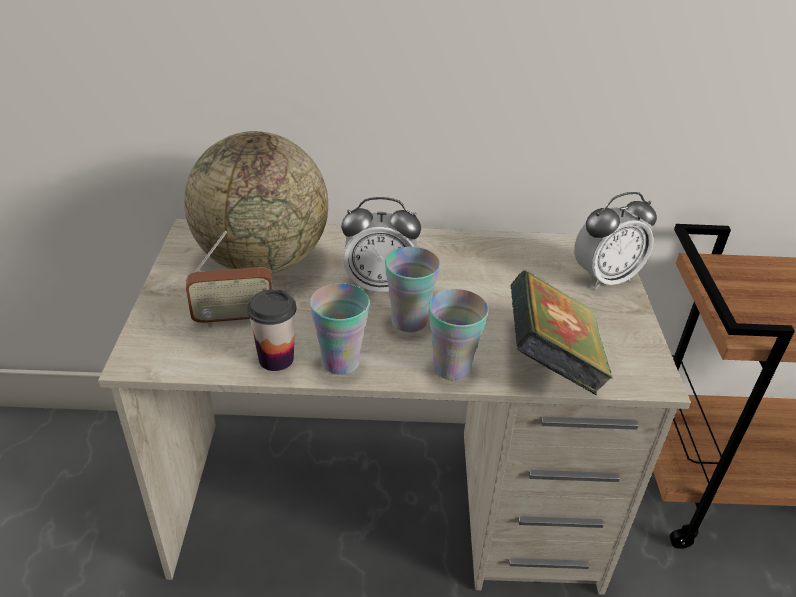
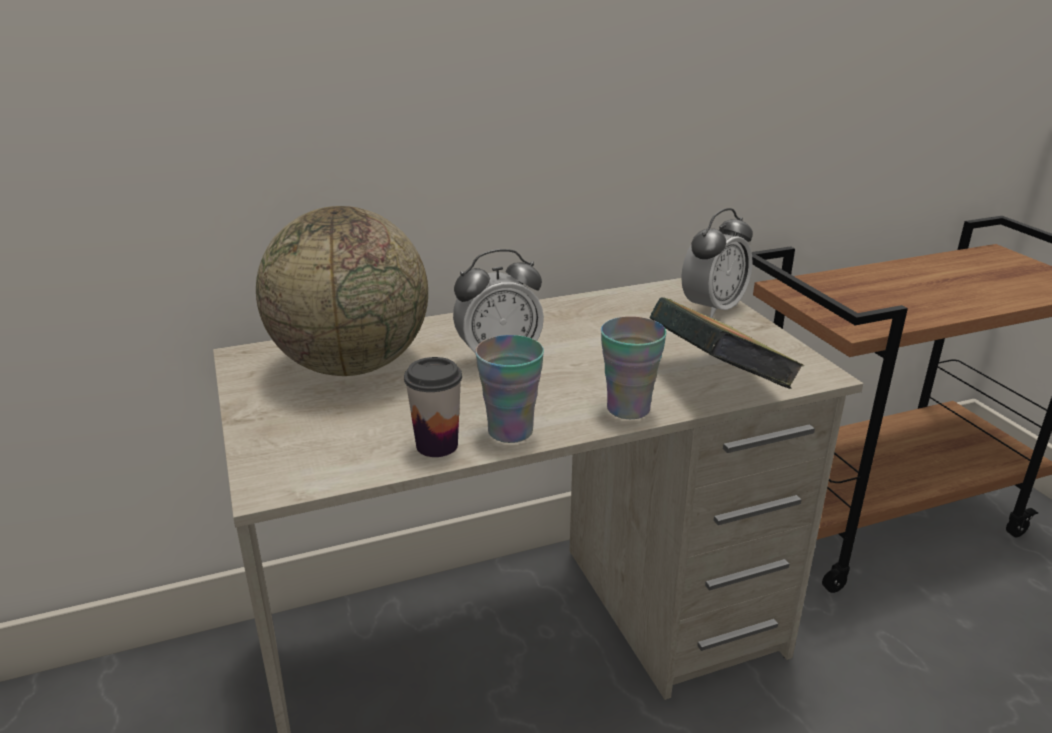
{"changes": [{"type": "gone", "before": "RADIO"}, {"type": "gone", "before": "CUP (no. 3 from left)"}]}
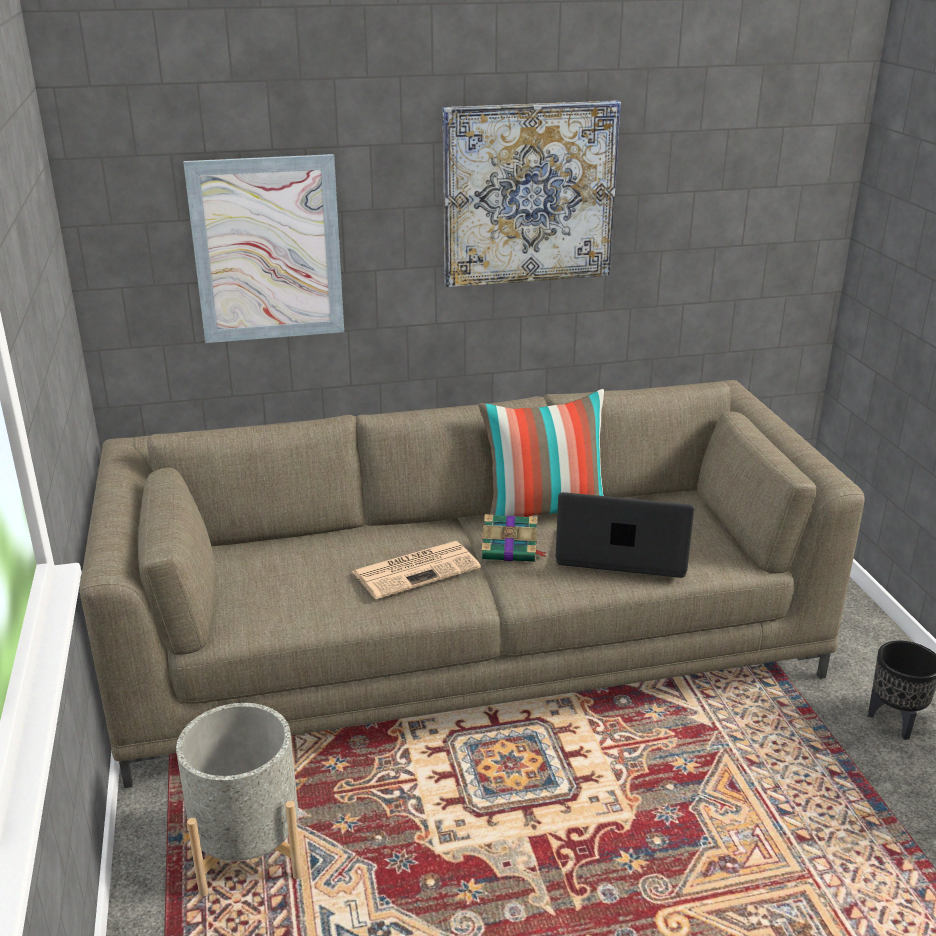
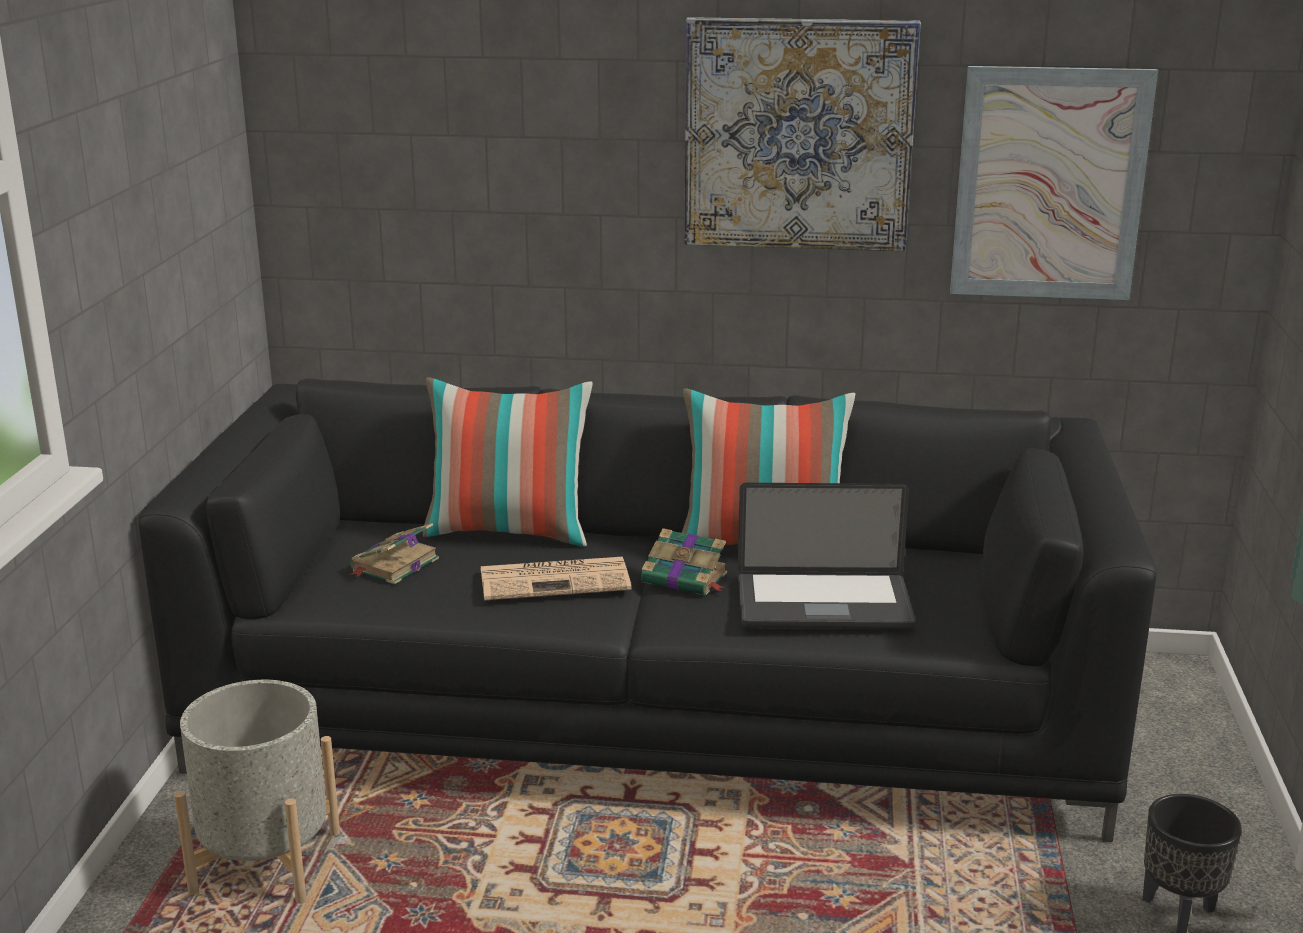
{"changes": [{"type": "repainted", "before": "BEIGE SOFA", "after": "BLACK SOFA"}, {"type": "shifted", "before": "PICTURE (no. 1 from left in the first image)", "after": "PICTURE (no. 2 from left)"}, {"type": "rotated", "before": "LAPTOP", "turn": 150}, {"type": "new", "after": "BOOK (no. 1 from left)"}, {"type": "new", "after": "PILLOW (no. 1 from left)"}]}
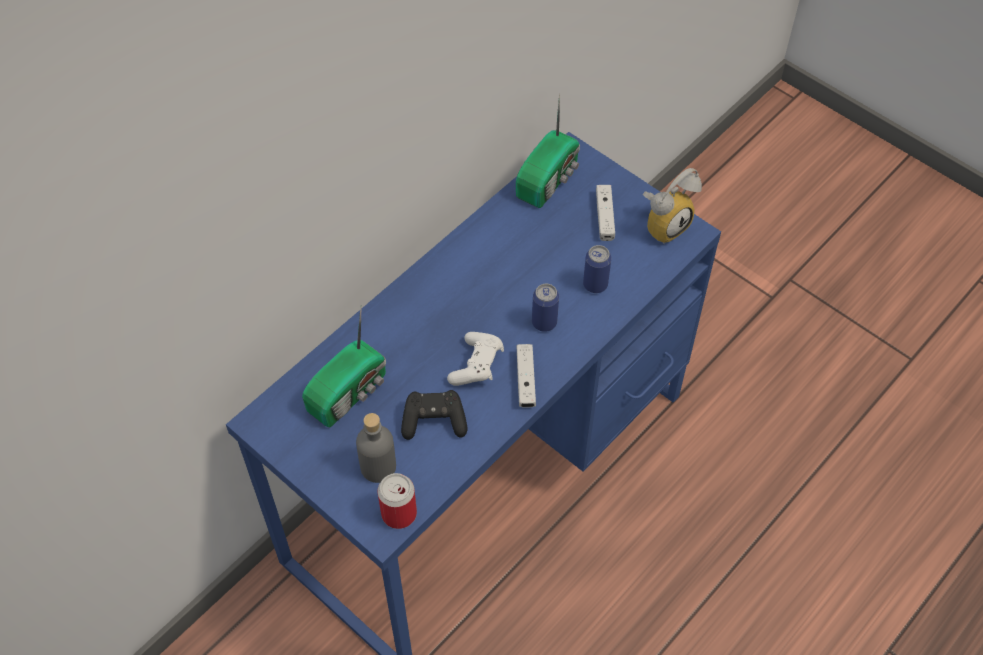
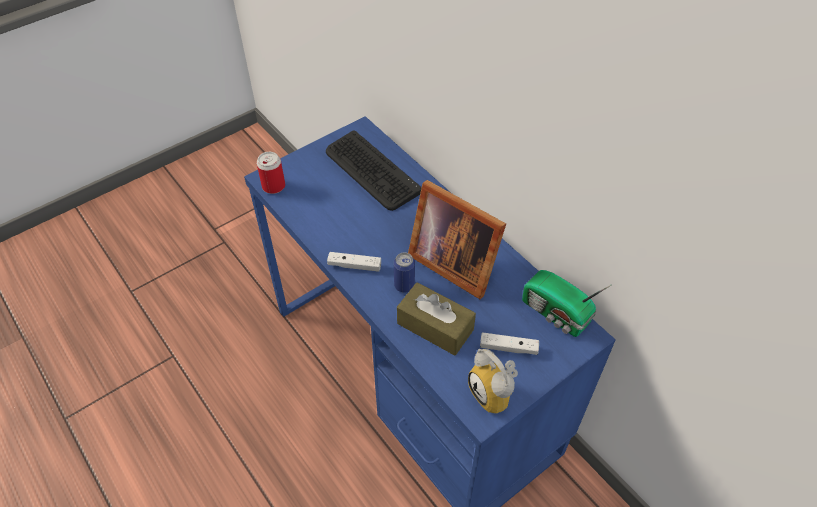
{"changes": [{"type": "swapped", "before": "RADIO (no. 1 from left)", "after": "KEYBOARD"}, {"type": "gone", "before": "GREY BOTTLE"}, {"type": "gone", "before": "BLACK GAME CONTROLLER"}, {"type": "gone", "before": "WHITE GAME CONTROLLER (no. 1 from left)"}, {"type": "swapped", "before": "CAN (no. 3 from left)", "after": "BROWN TISSUE BOX"}, {"type": "new", "after": "PICTURE FRAME"}]}
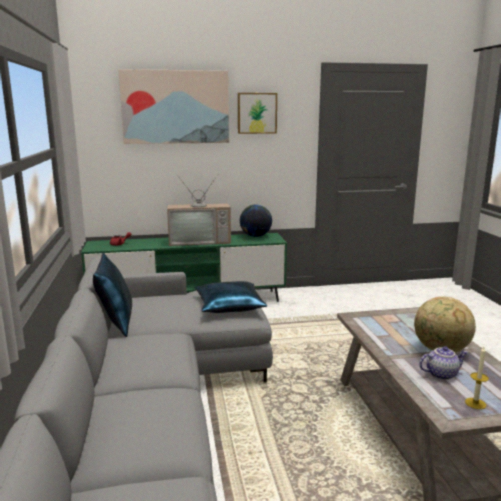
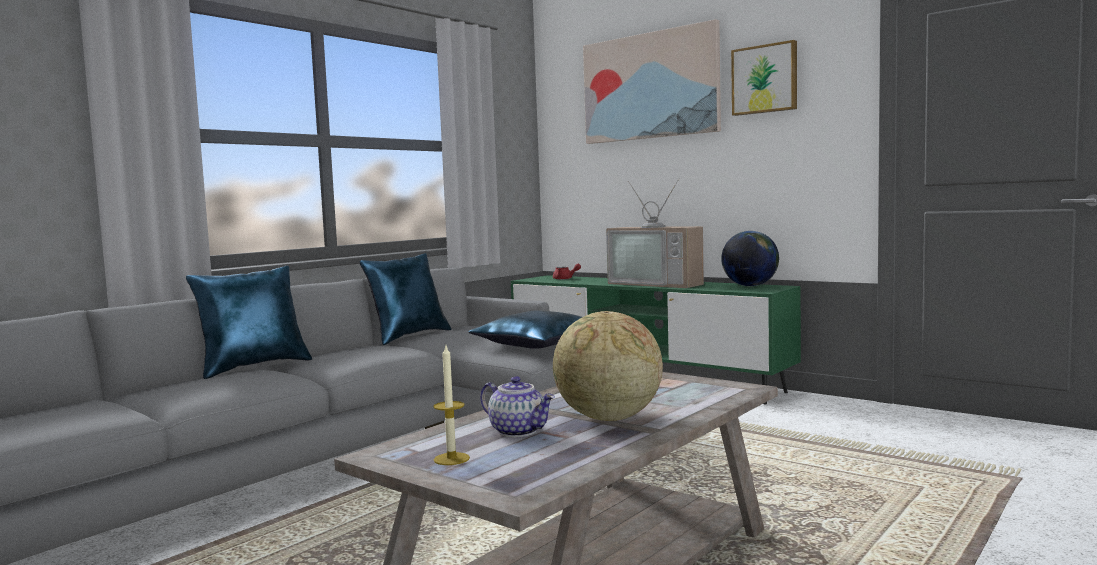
{"changes": [{"type": "new", "after": "BLUE PILLOW (no. 1 from left)"}]}
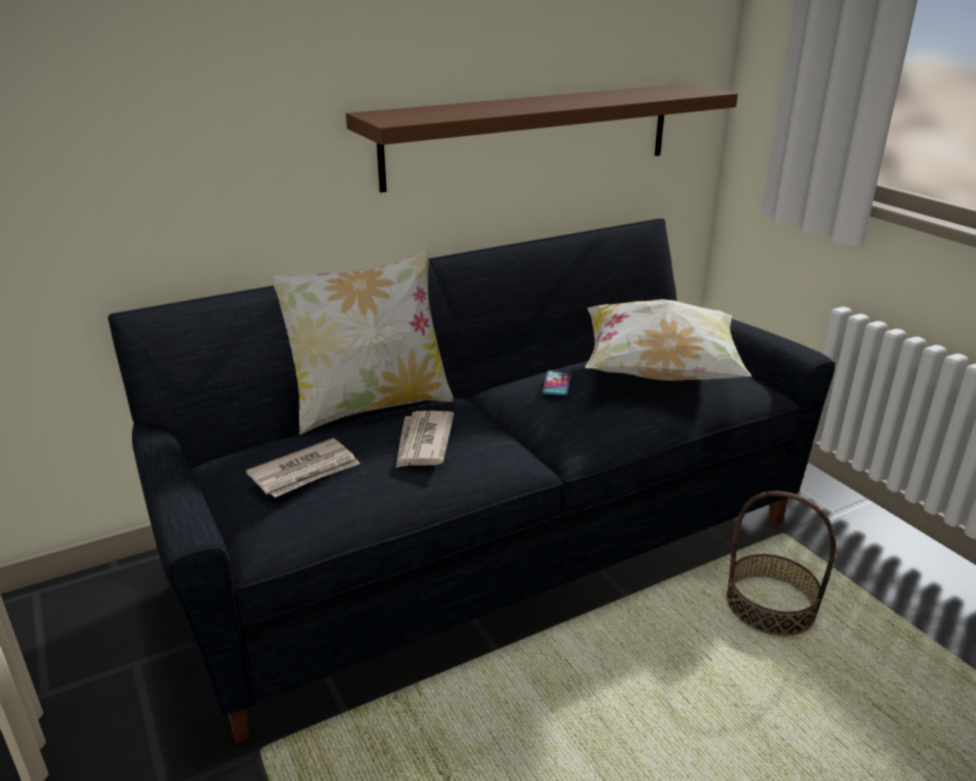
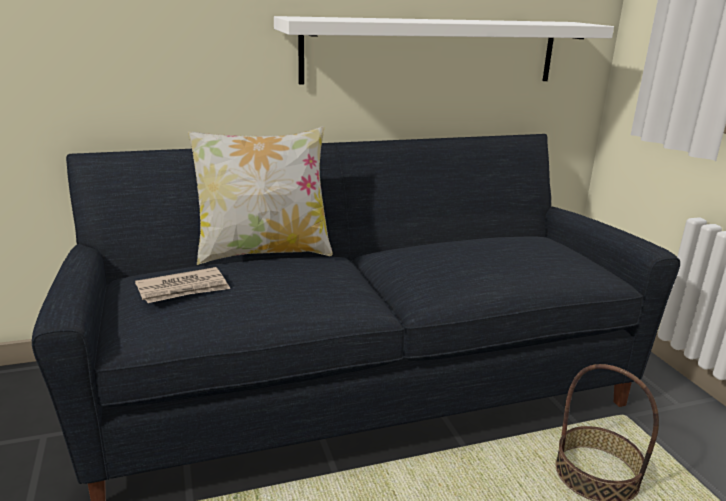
{"changes": [{"type": "repainted", "before": "BROWN SHELF", "after": "WHITE SHELF"}, {"type": "gone", "before": "NEWSPAPER (no. 2 from left)"}, {"type": "gone", "before": "PHONE"}, {"type": "gone", "before": "PILLOW (no. 2 from left)"}]}
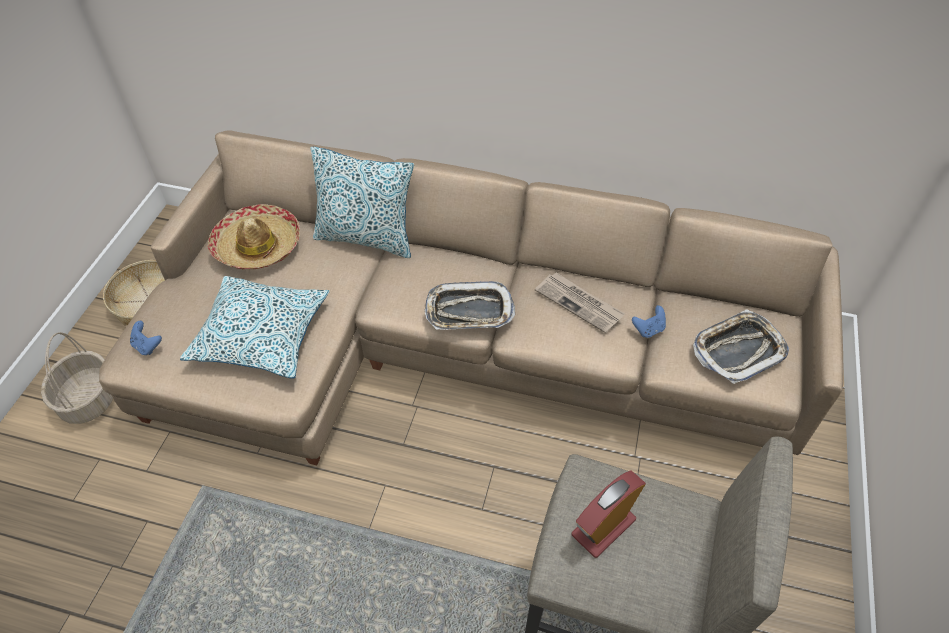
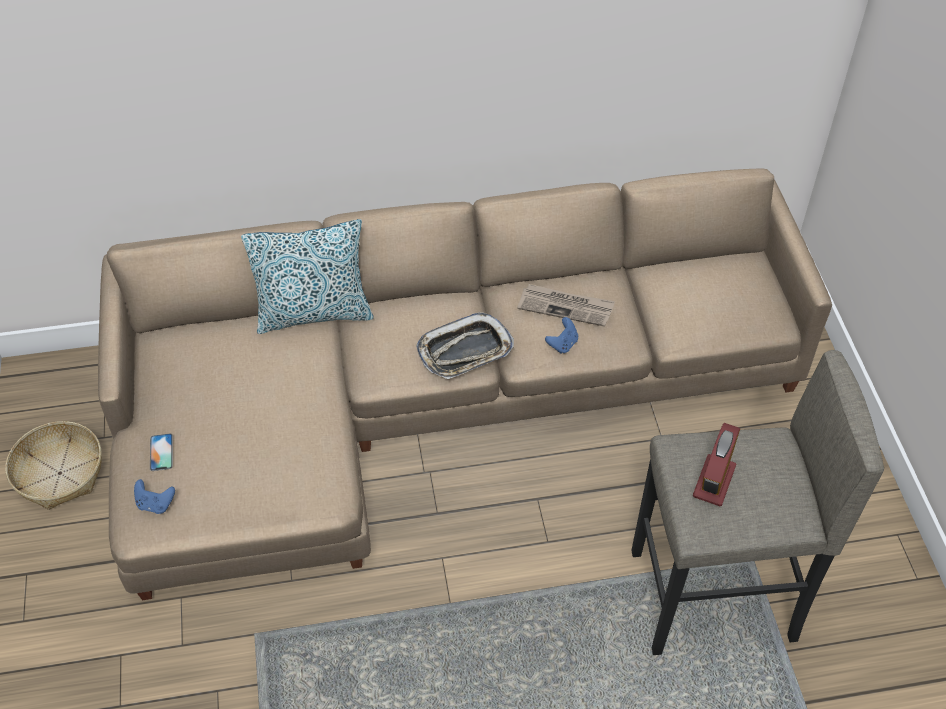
{"changes": [{"type": "gone", "before": "BASKET (no. 1 from left)"}, {"type": "gone", "before": "PILLOW (no. 1 from left)"}, {"type": "gone", "before": "HAT"}, {"type": "shifted", "before": "BLUE GAME CONTROLLER (no. 2 from left)"}, {"type": "gone", "before": "TRAY (no. 2 from left)"}, {"type": "new", "after": "PHONE"}]}
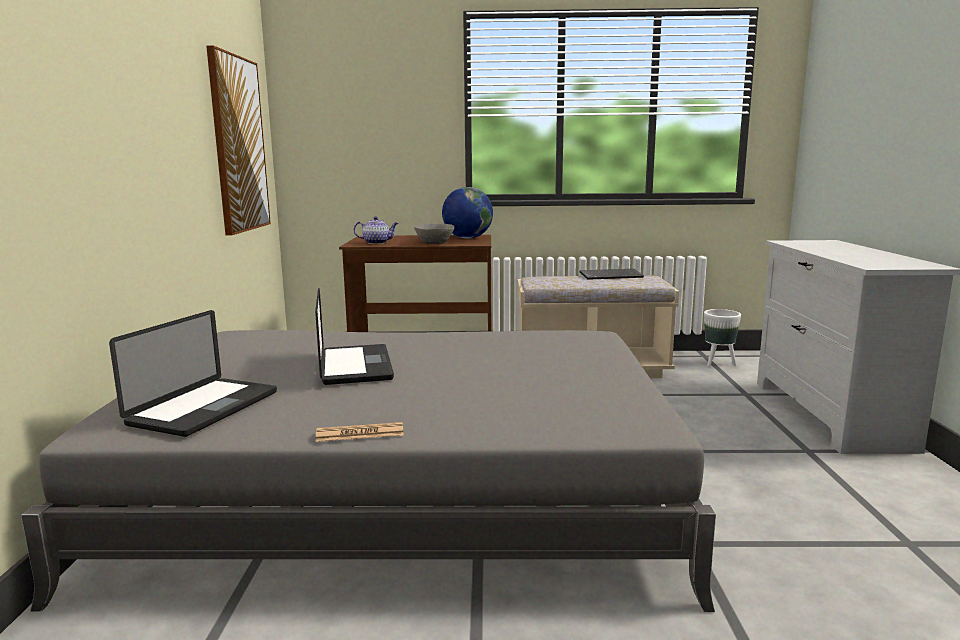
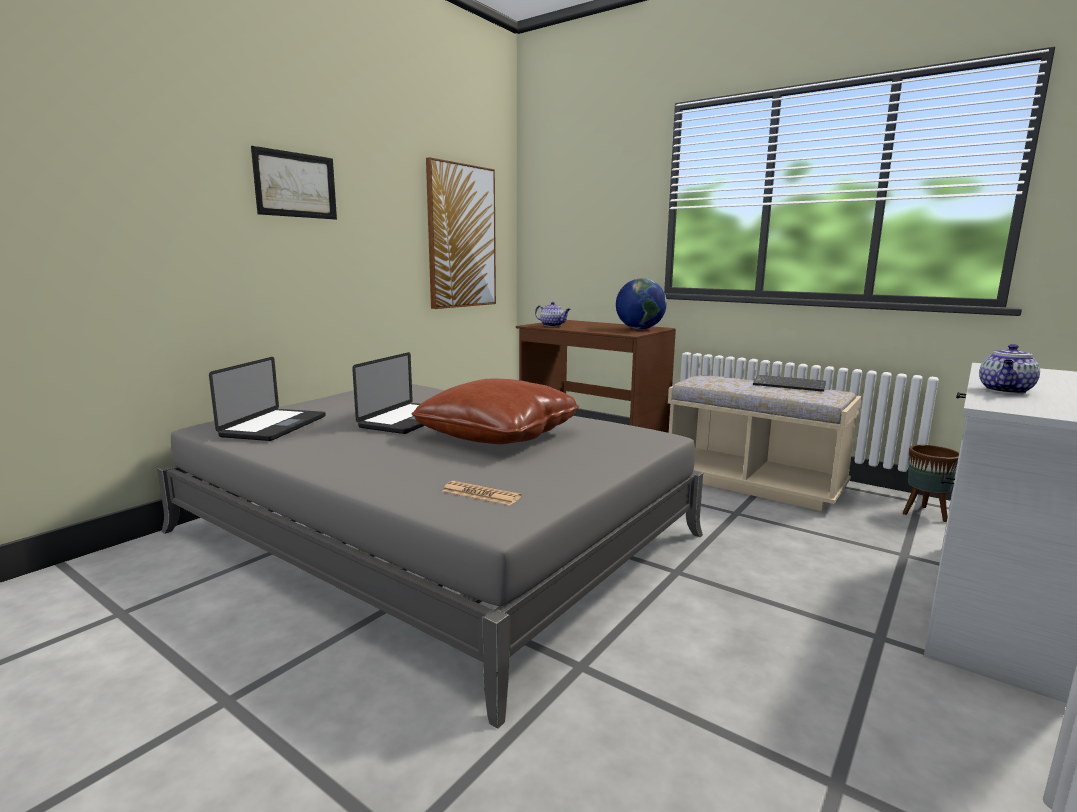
{"changes": [{"type": "rotated", "before": "LAPTOP (no. 1 from left)", "turn": -45}, {"type": "shifted", "before": "NEWSPAPER"}, {"type": "gone", "before": "GREY BOWL"}, {"type": "repainted", "before": "WHITE PLANTER", "after": "BROWN PLANTER"}, {"type": "new", "after": "PICTURE (no. 1 from left)"}, {"type": "new", "after": "BROWN PILLOW"}, {"type": "new", "after": "TEAPOT (no. 2 from left)"}]}
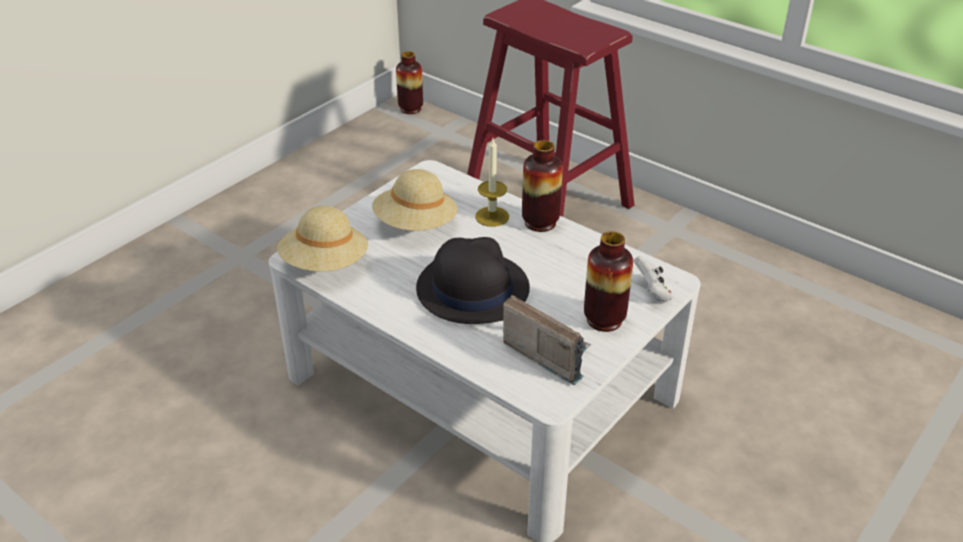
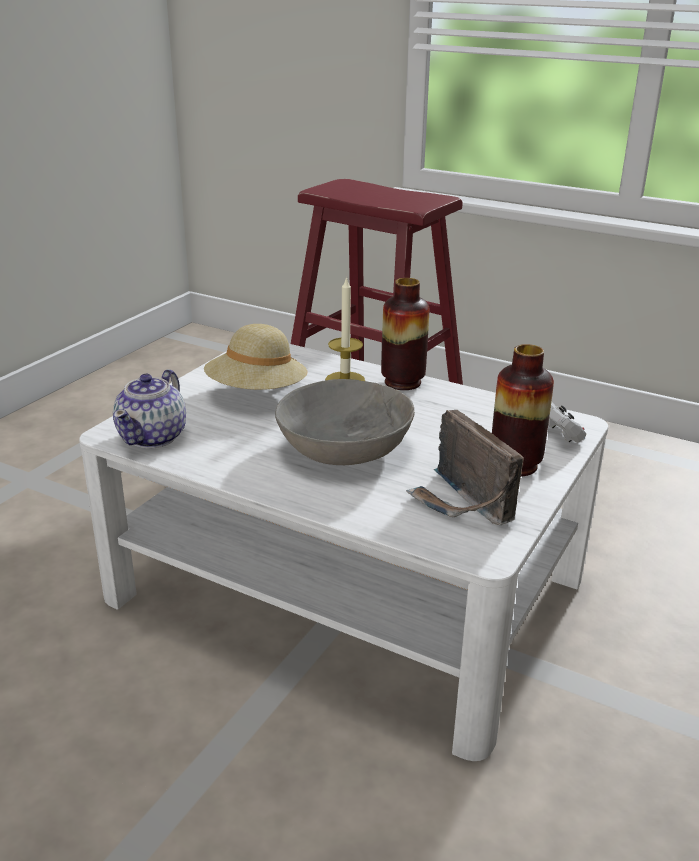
{"changes": [{"type": "swapped", "before": "BEIGE HAT (no. 1 from left)", "after": "TEAPOT"}, {"type": "gone", "before": "VASE (no. 1 from left)"}, {"type": "swapped", "before": "BLACK HAT", "after": "GREY BOWL"}, {"type": "rotated", "before": "RADIO", "turn": -150}]}
